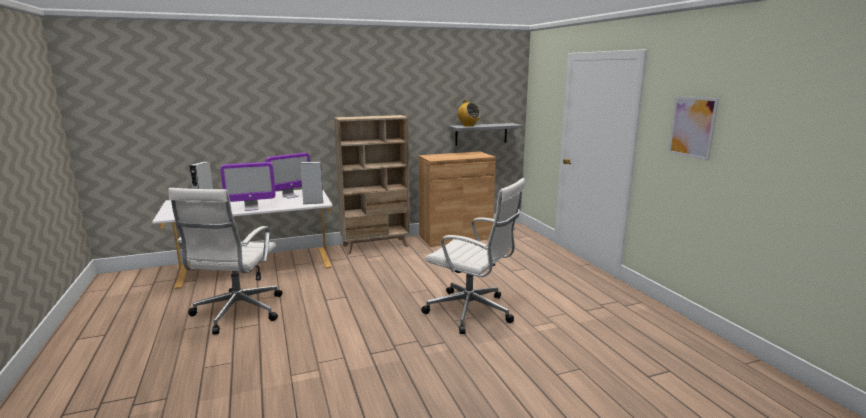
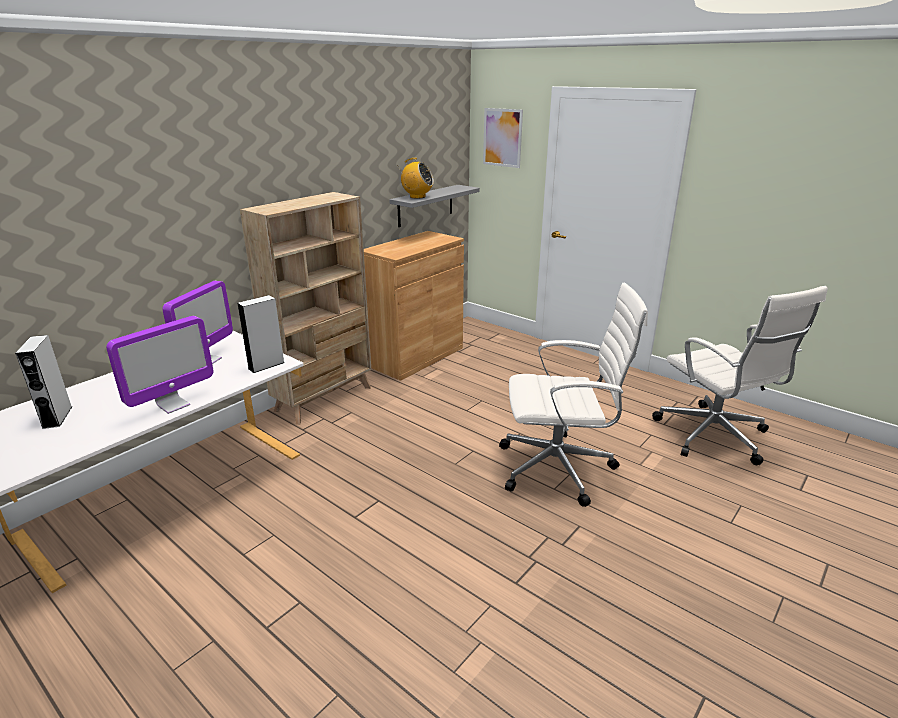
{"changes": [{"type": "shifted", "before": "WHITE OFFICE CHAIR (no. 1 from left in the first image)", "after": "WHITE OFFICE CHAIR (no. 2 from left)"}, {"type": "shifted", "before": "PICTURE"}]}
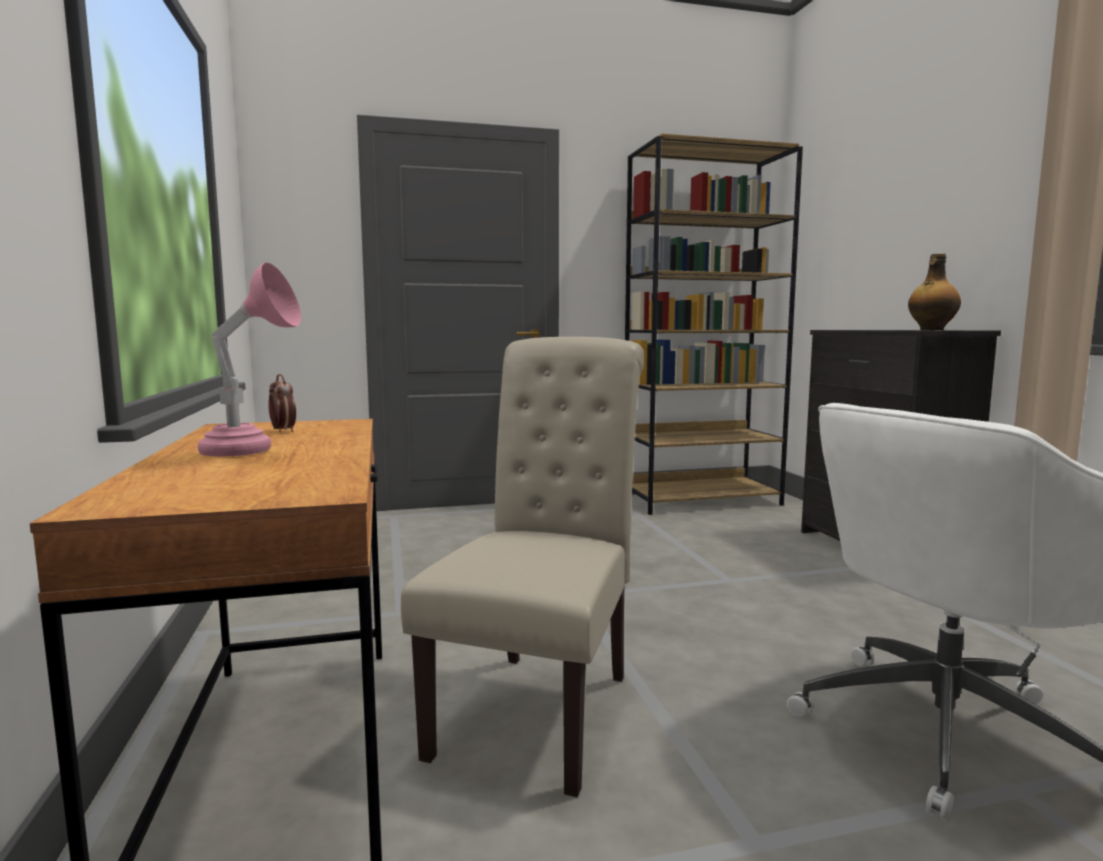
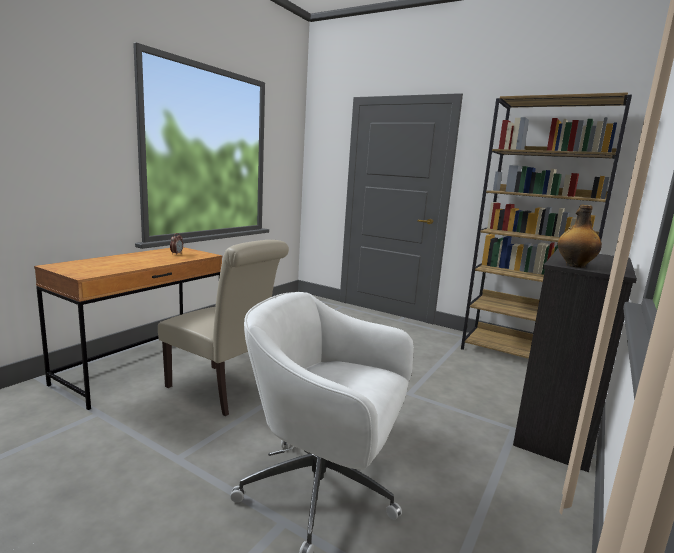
{"changes": [{"type": "gone", "before": "PINK TABLE LAMP"}, {"type": "rotated", "before": "BEIGE CHAIR", "turn": 60}]}
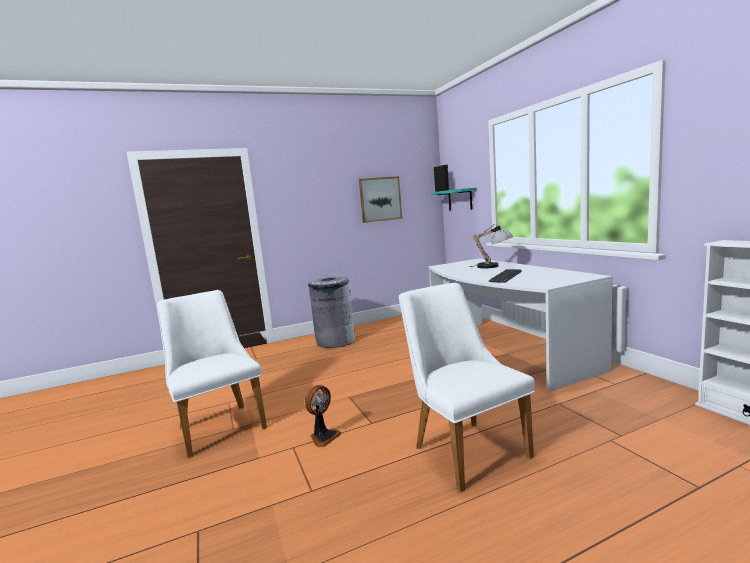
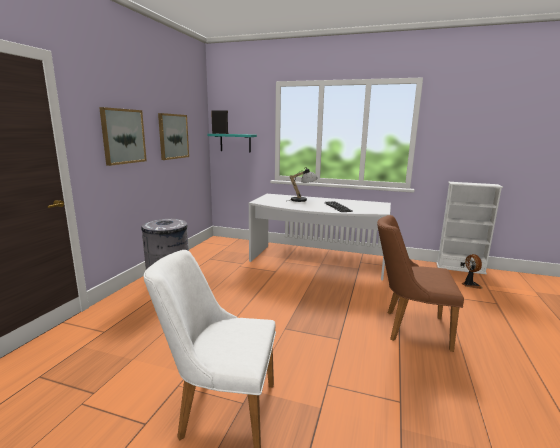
{"changes": [{"type": "shifted", "before": "FAN"}, {"type": "repainted", "before": "WHITE CHAIR (no. 2 from left)", "after": "BROWN CHAIR"}, {"type": "new", "after": "PICTURE (no. 1 from left)"}]}
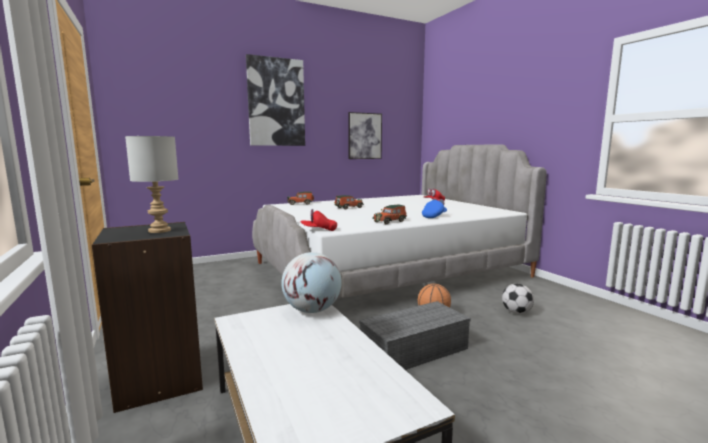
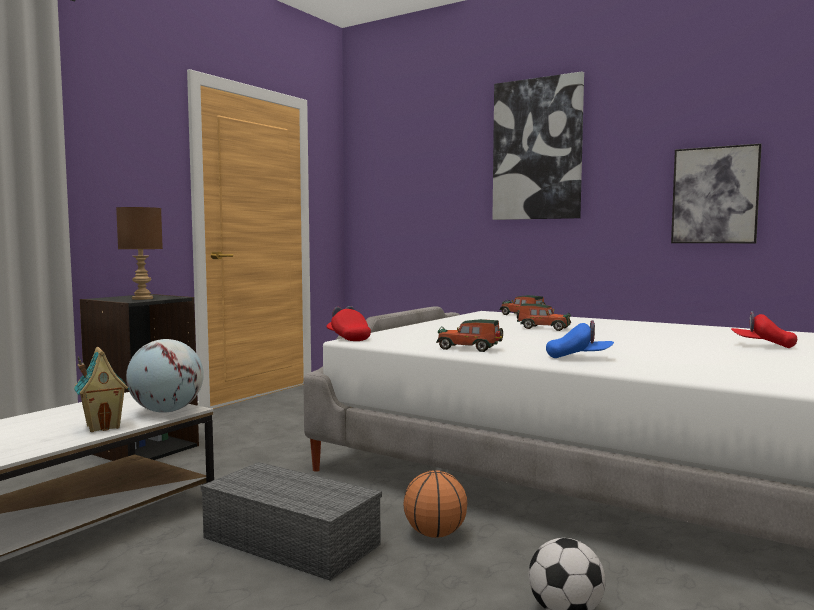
{"changes": [{"type": "repainted", "before": "GREY TABLE LAMP", "after": "BROWN TABLE LAMP"}, {"type": "new", "after": "TOY HOUSE"}]}
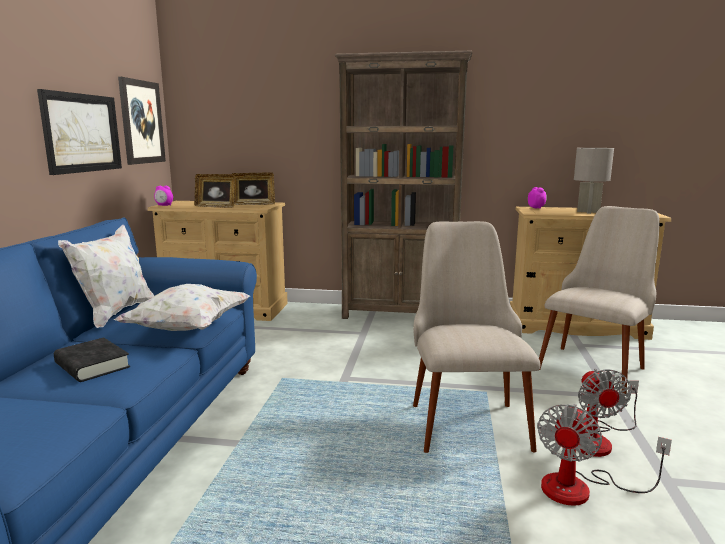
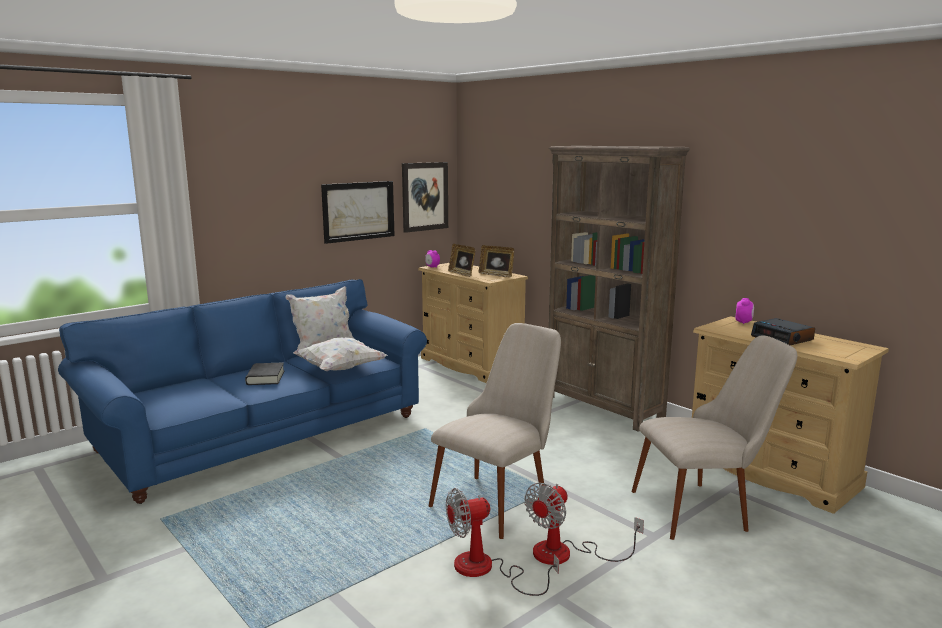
{"changes": [{"type": "swapped", "before": "GREY TABLE LAMP", "after": "ALARM CLOCK (no. 3 from left)"}]}
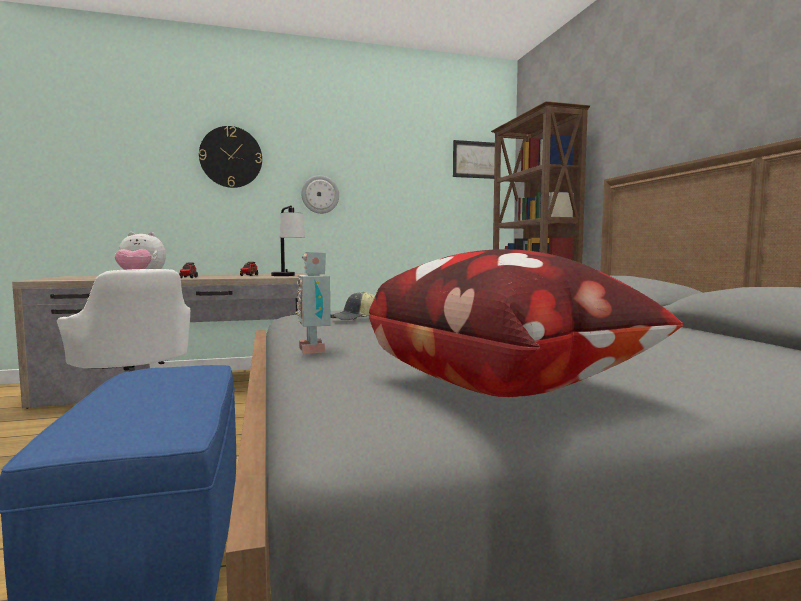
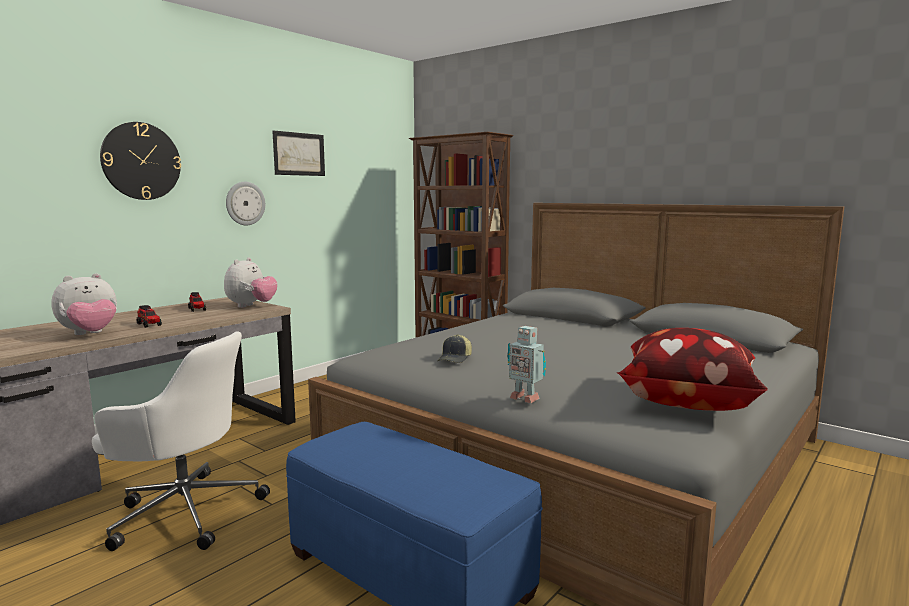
{"changes": [{"type": "swapped", "before": "TABLE LAMP", "after": "PLUSH TOY (no. 2 from left)"}, {"type": "shifted", "before": "PICTURE"}]}
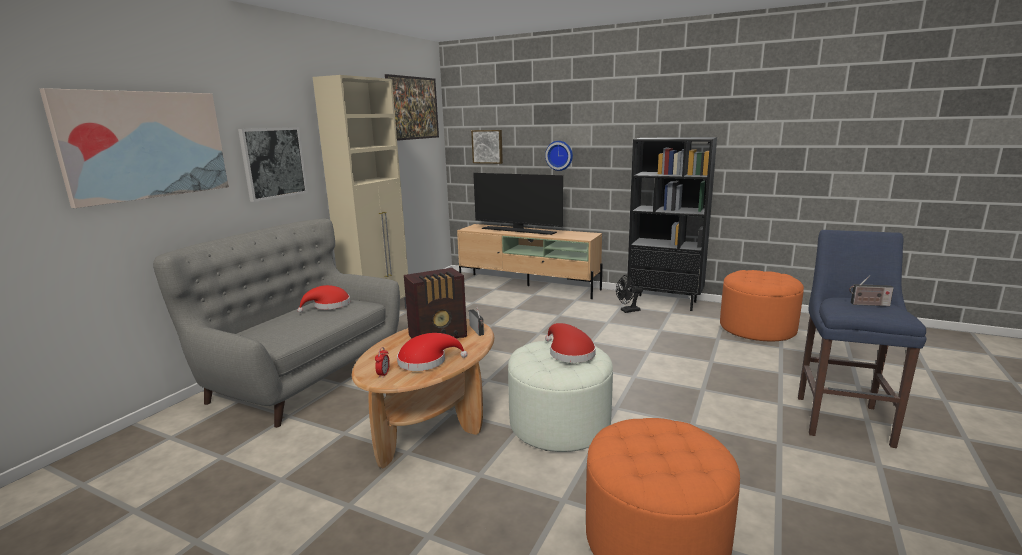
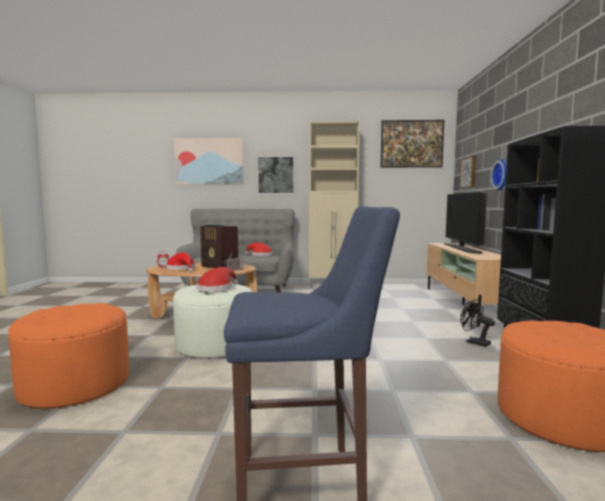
{"changes": [{"type": "gone", "before": "RADIO (no. 3 from left)"}]}
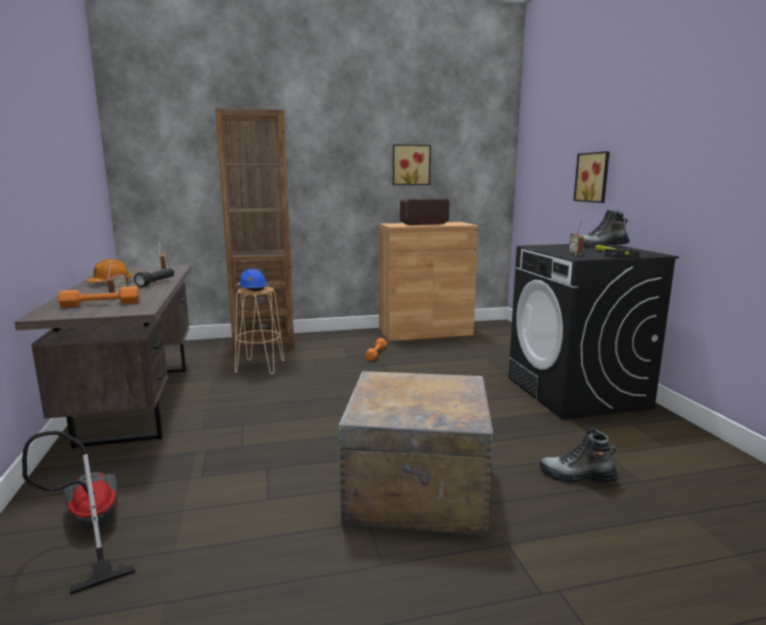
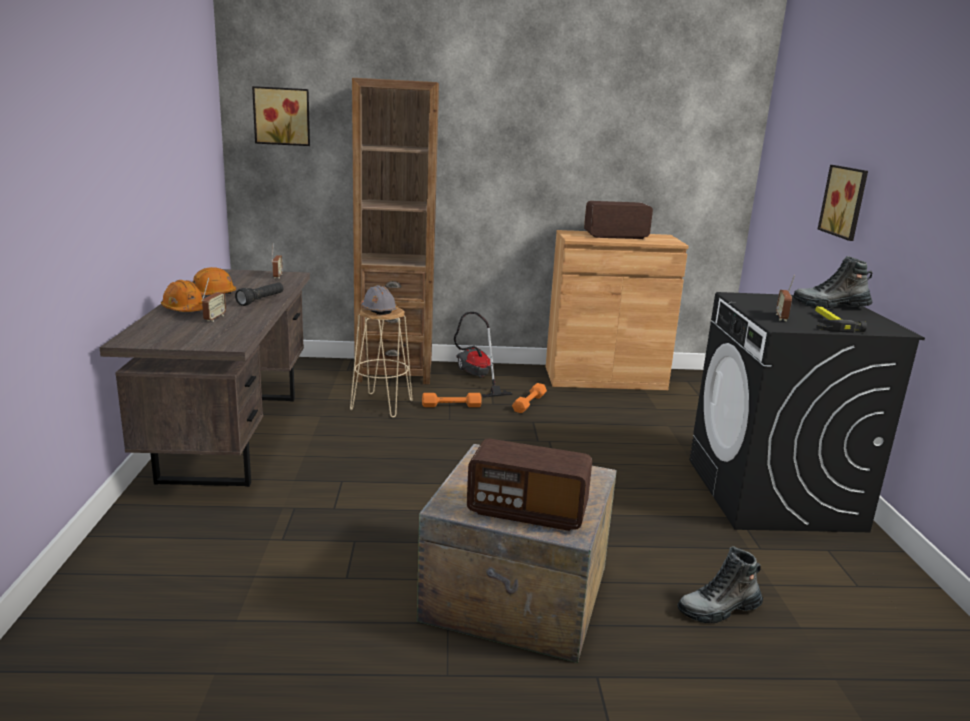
{"changes": [{"type": "shifted", "before": "VACUUM CLEANER"}, {"type": "shifted", "before": "ORANGE DUMBBELL (no. 1 from left)"}, {"type": "repainted", "before": "BLUE HARD HAT", "after": "GREY HARD HAT"}, {"type": "shifted", "before": "PICTURE (no. 1 from left)"}, {"type": "rotated", "before": "BOOT (no. 1 from left)", "turn": -45}, {"type": "new", "after": "ORANGE HARD HAT (no. 1 from left)"}, {"type": "new", "after": "RADIO (no. 3 from left)"}]}
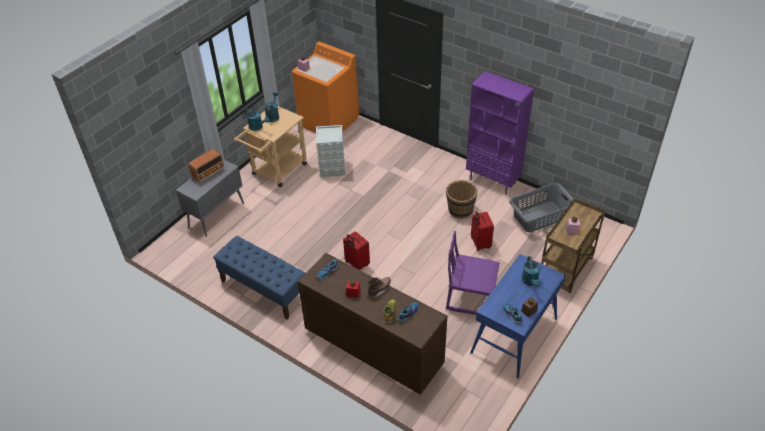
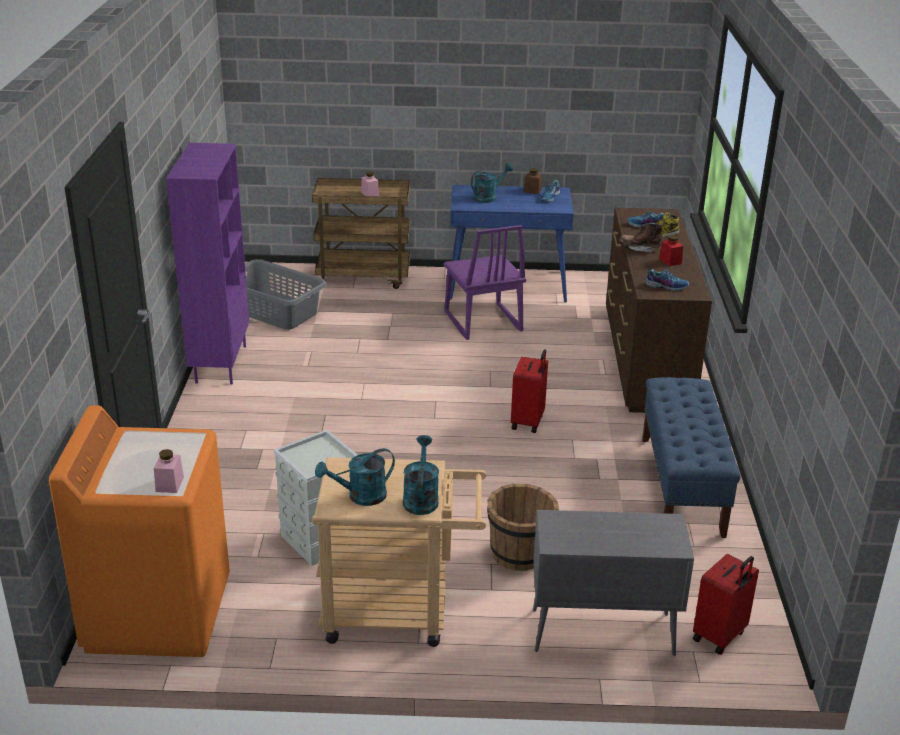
{"changes": [{"type": "gone", "before": "RADIO"}, {"type": "shifted", "before": "BROWN BUCKET"}, {"type": "shifted", "before": "RED SUITCASE (no. 2 from left)"}]}
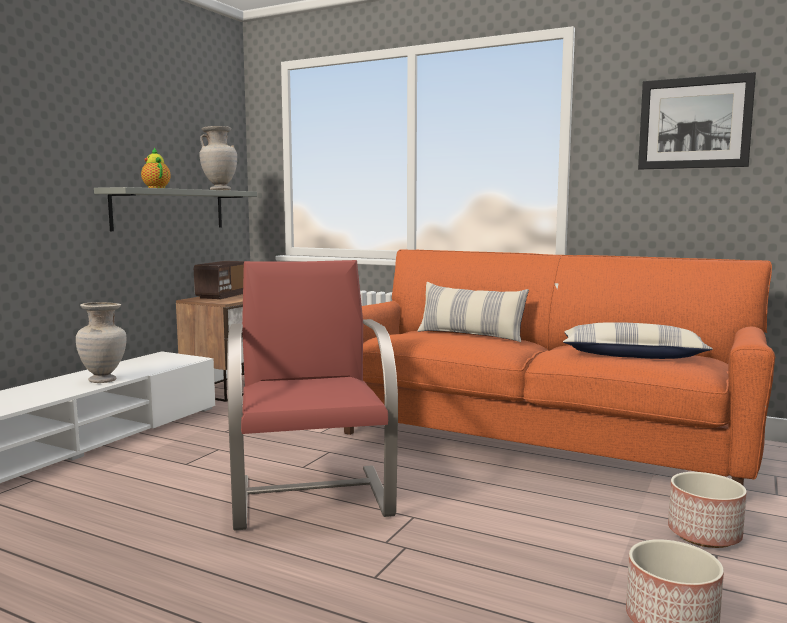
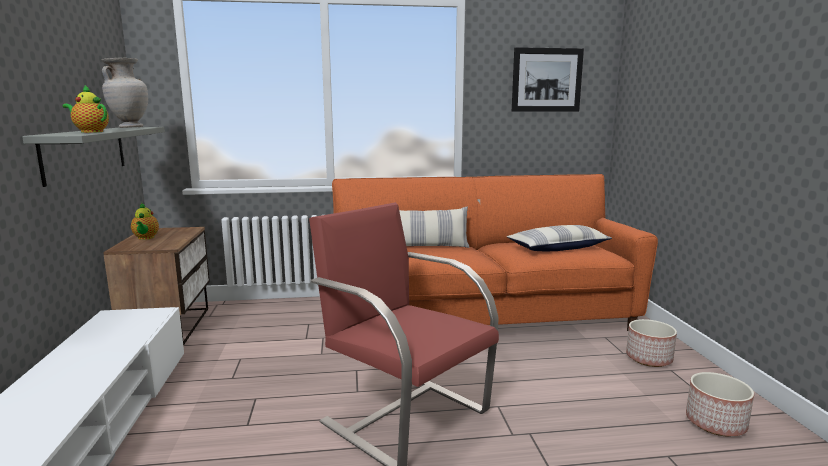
{"changes": [{"type": "gone", "before": "BEIGE VASE (no. 1 from left)"}, {"type": "swapped", "before": "RADIO", "after": "TEAPOT (no. 2 from left)"}]}
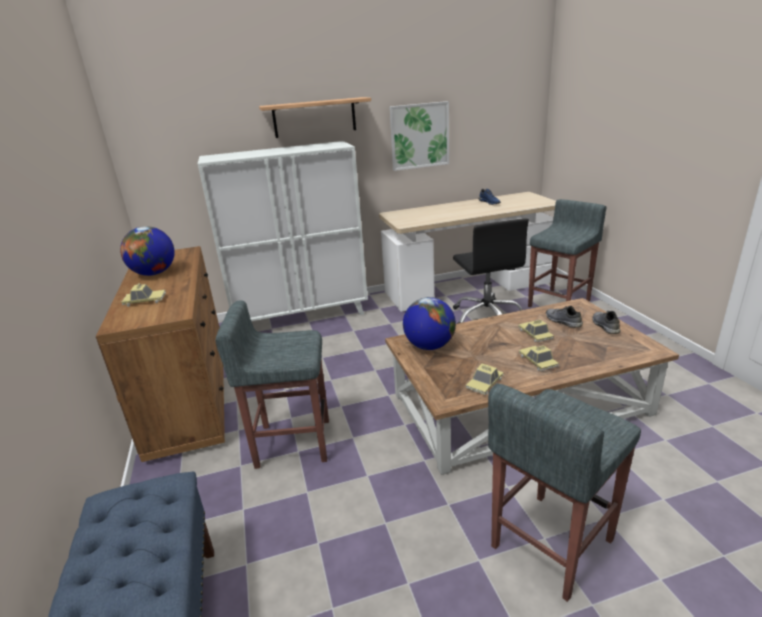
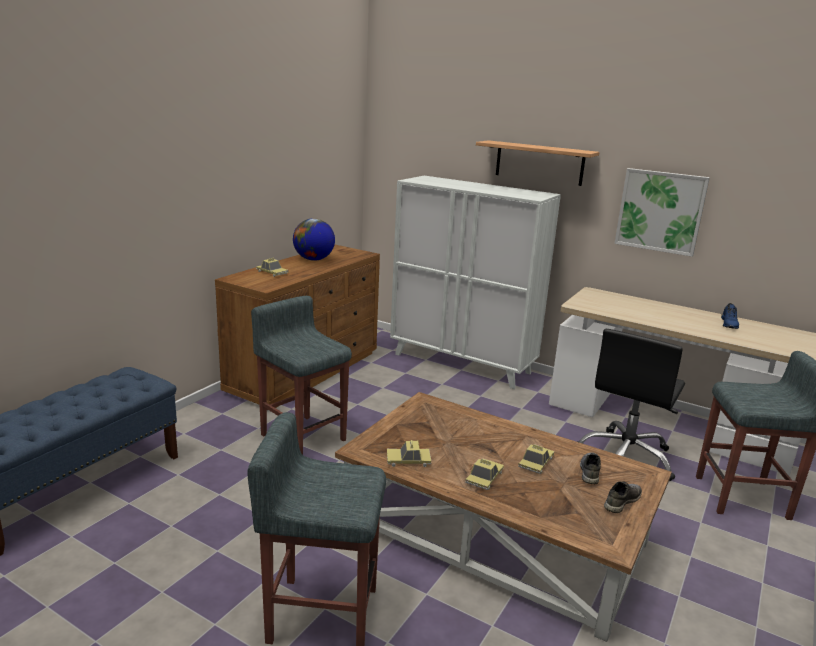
{"changes": [{"type": "gone", "before": "GLOBE (no. 2 from left)"}]}
